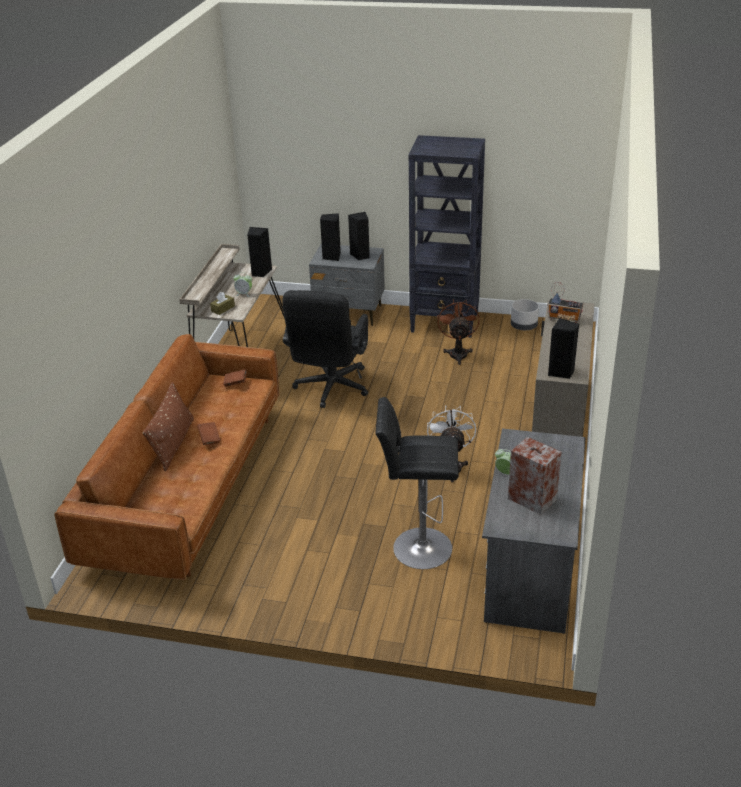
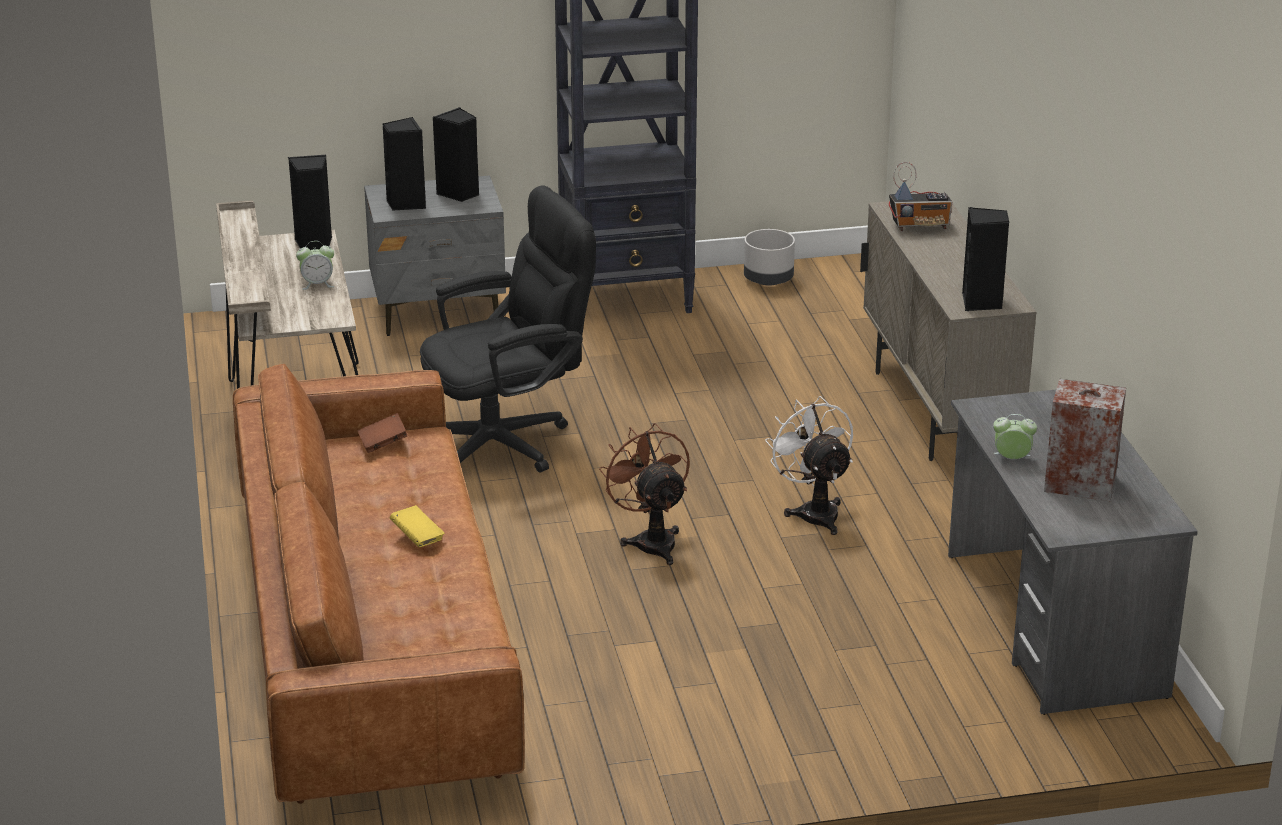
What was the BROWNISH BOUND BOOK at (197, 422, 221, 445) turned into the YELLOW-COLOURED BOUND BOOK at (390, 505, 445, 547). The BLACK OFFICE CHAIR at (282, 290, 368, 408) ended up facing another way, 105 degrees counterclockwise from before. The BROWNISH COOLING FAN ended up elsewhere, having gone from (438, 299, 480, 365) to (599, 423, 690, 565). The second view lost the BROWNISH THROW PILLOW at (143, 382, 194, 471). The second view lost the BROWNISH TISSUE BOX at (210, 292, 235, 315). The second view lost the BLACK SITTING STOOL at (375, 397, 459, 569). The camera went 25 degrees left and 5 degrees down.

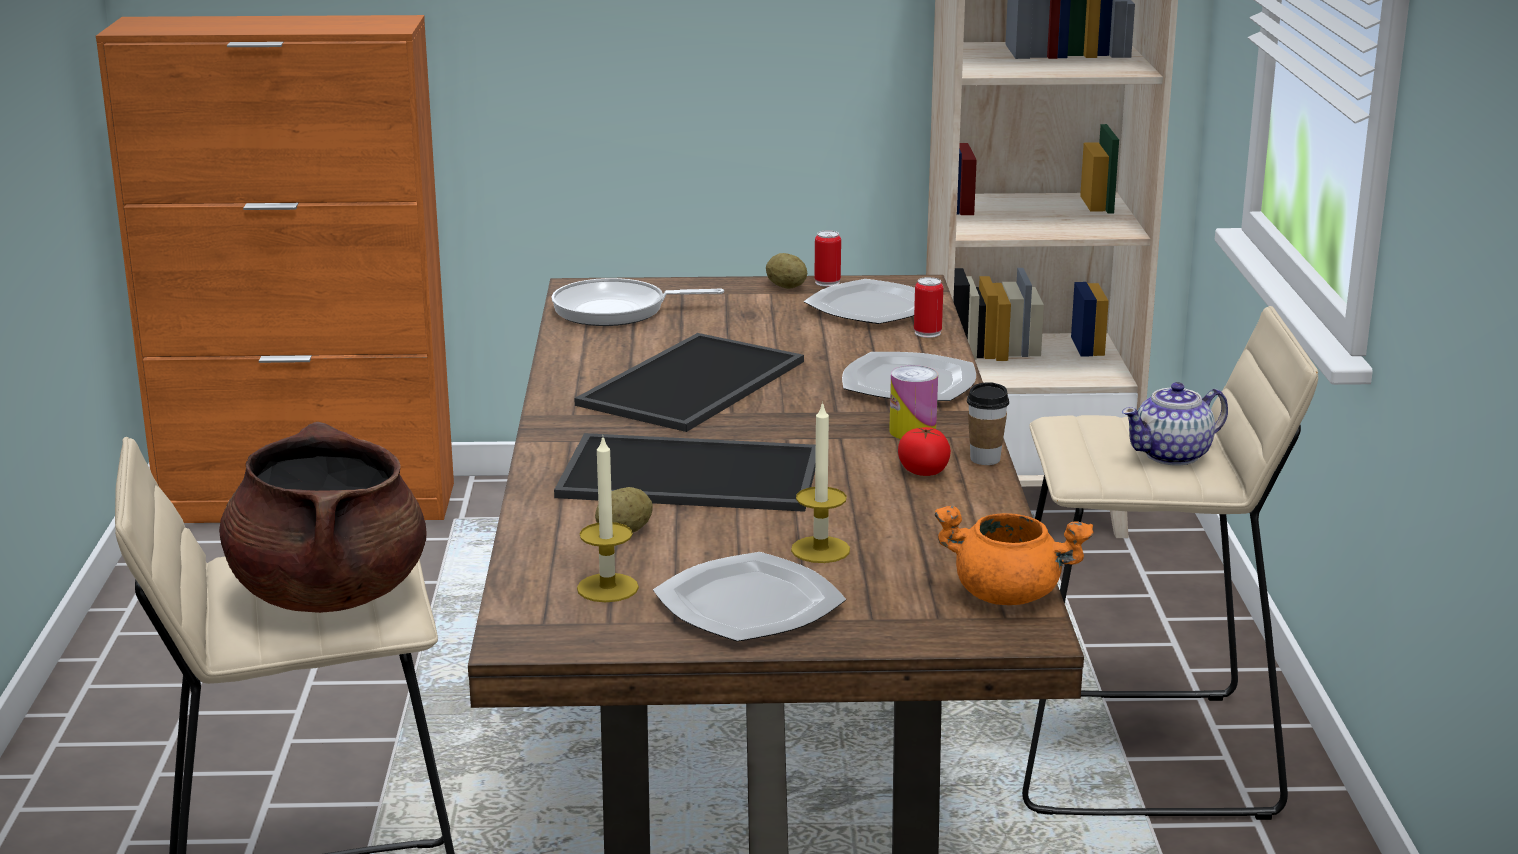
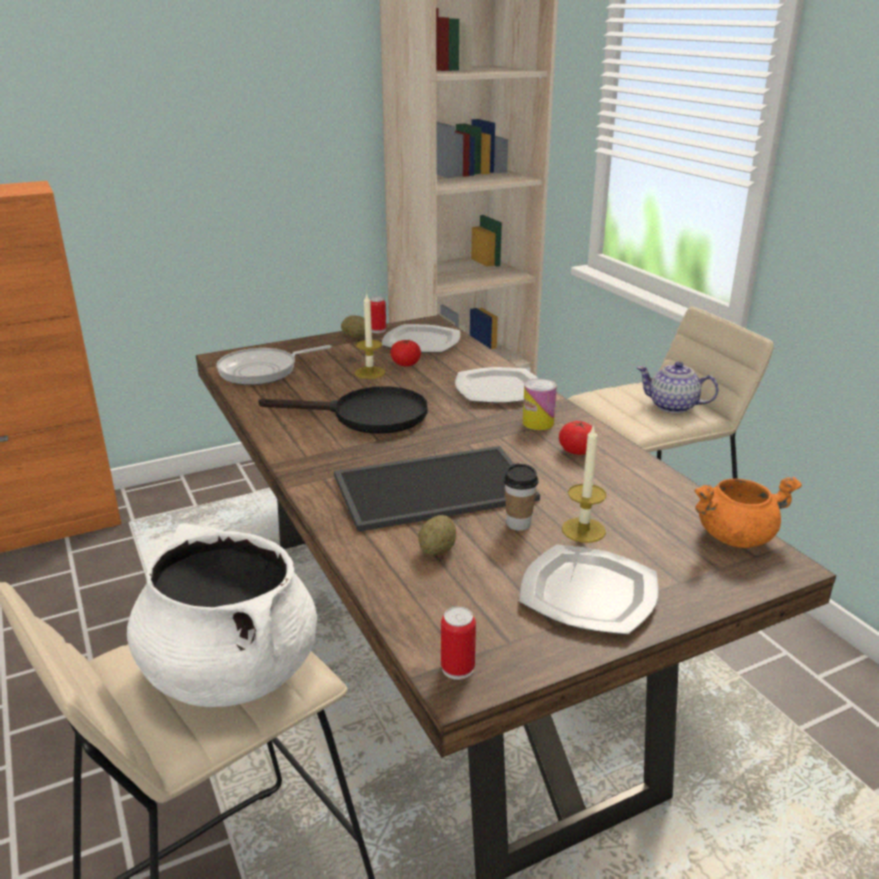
What was the BROWNISH STOCKPOT at (219, 422, 427, 613) turned into the WHITE STOCKPOT at (127, 523, 317, 707). Where the SERVING TRAY stood at (574, 333, 804, 432), the BLACK SKILLET came to stand at (258, 386, 428, 434). The CANDLE ended up elsewhere, having gone from (577, 434, 639, 602) to (355, 294, 385, 379). The second view gained the TOMATO at (390, 339, 421, 366). The SEALED CAN ended up elsewhere, having gone from (914, 277, 943, 338) to (441, 607, 476, 680). The SMALL CUP ended up elsewhere, having gone from (967, 382, 1009, 465) to (504, 463, 539, 531). The TEA POT at (1122, 382, 1228, 465) ended up facing another way, 75 degrees clockwise from before. The camera went 25 degrees left and 5 degrees up.

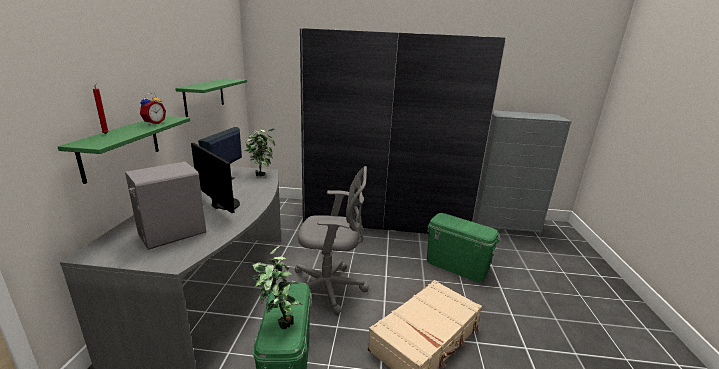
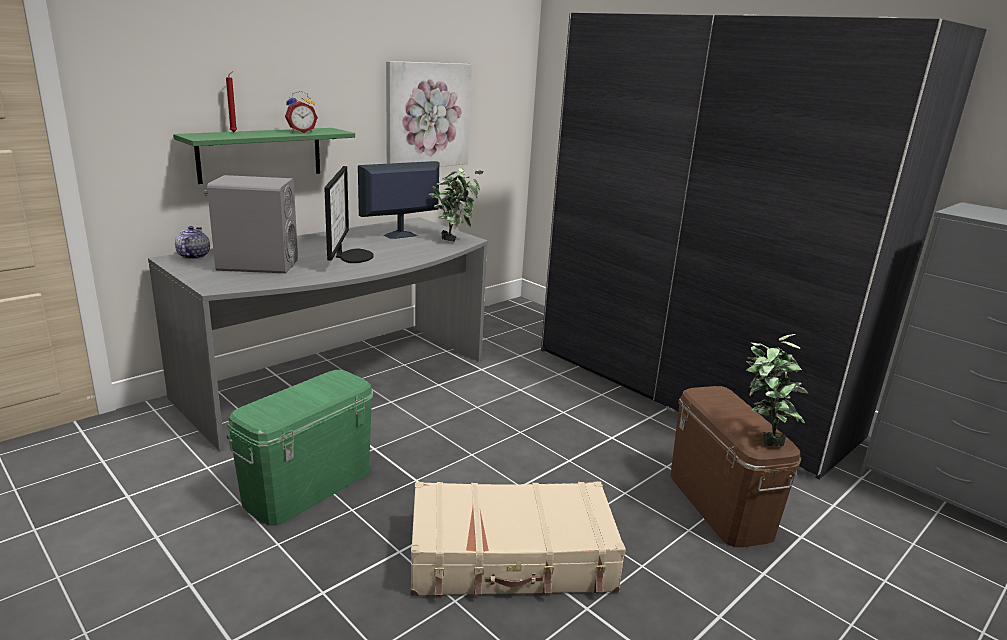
The second view gained the TEA POT at (175, 226, 210, 259). Where the GREEN WALL SHELF hung at (175, 78, 247, 117), the WALL PICTURE came to hang at (386, 61, 472, 167). What was the GREEN STORAGE BOX at (427, 213, 500, 282) turned into the BROWNISH STORAGE BOX at (670, 386, 801, 547). The PLANT IN A POT ended up elsewhere, having gone from (251, 246, 302, 329) to (746, 334, 808, 447). The second view lost the GREY OFFICE CHAIR at (295, 166, 369, 315). The camera went 40 degrees right and 0 degrees up.

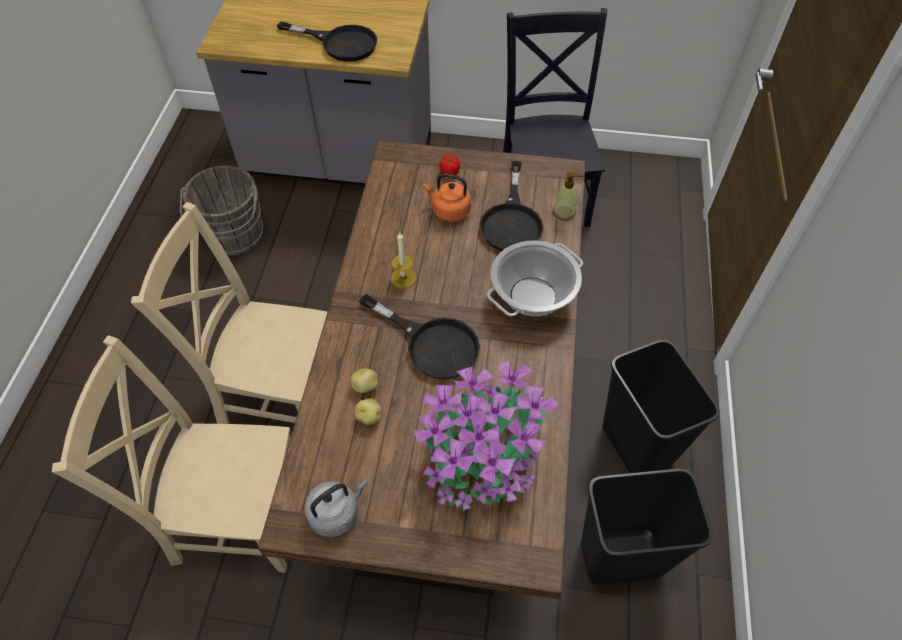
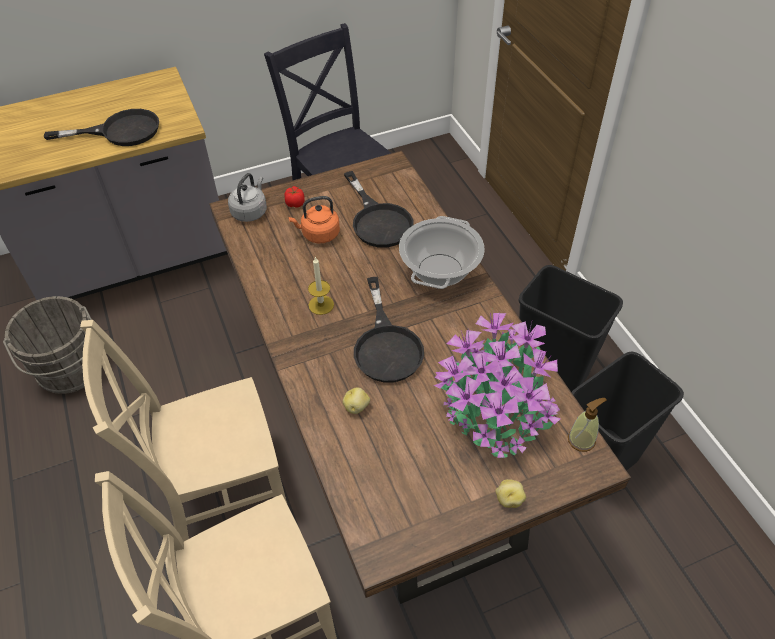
The GREY TEA KETTLE ended up elsewhere, having gone from (304, 480, 368, 537) to (228, 173, 267, 222). The BLACK SKILLET at (359, 294, 480, 379) ended up facing another way, 75 degrees clockwise from before. The WHOLE POTATO ended up elsewhere, having gone from (355, 398, 382, 425) to (495, 479, 526, 508). The SOAP DISPENSER ended up elsewhere, having gone from (553, 172, 584, 221) to (568, 398, 607, 452). The camera went 30 degrees left and 5 degrees down.

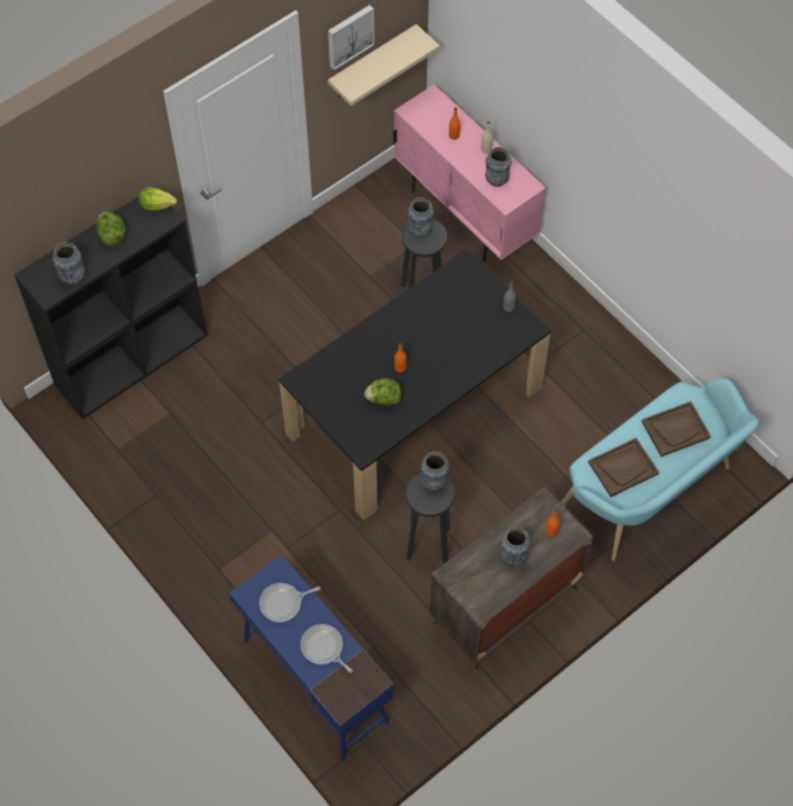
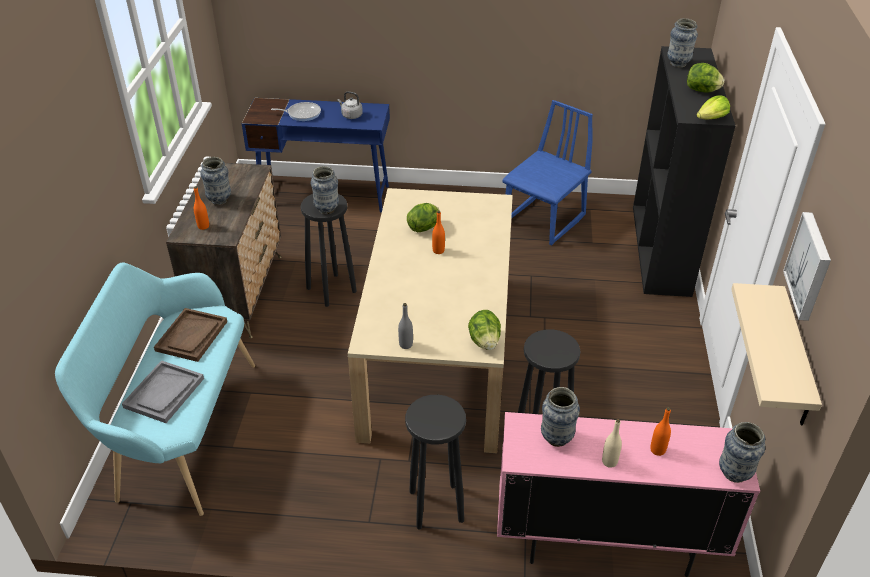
What was the BROWNISH SERVING TRAY at (642, 401, 711, 457) turned into the GREY SERVING TRAY at (122, 360, 204, 423). Where the SKILLET stood at (259, 583, 320, 622), the GREY TEA KETTLE came to stand at (337, 91, 363, 119). What was the BLACK DINNER TABLE at (279, 249, 551, 521) turned into the BEIGE DINNER TABLE at (348, 188, 513, 453). The second view gained the BLACK SITTING STOOL at (405, 395, 466, 529). The second view gained the HEAD OF LETTUCE at (468, 310, 501, 350). The second view gained the BLUISH PLAIN CHAIR at (502, 100, 593, 246). The FLOWER VASE ended up elsewhere, having gone from (408, 197, 434, 237) to (719, 422, 765, 483). The camera went 135 degrees right and 20 degrees down.

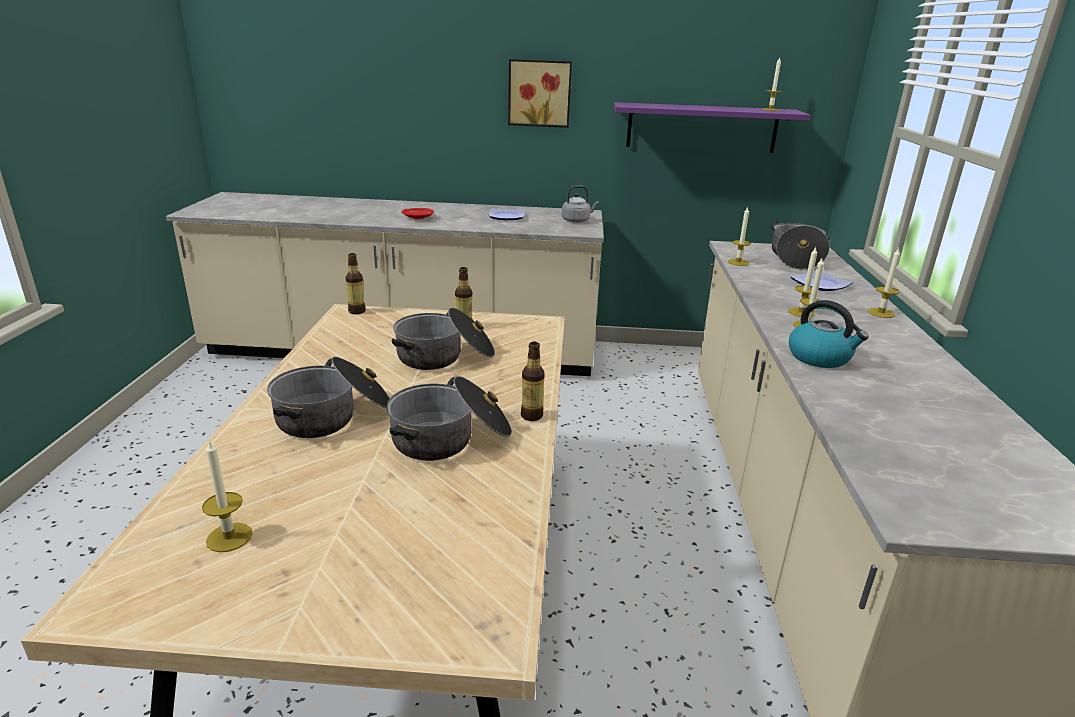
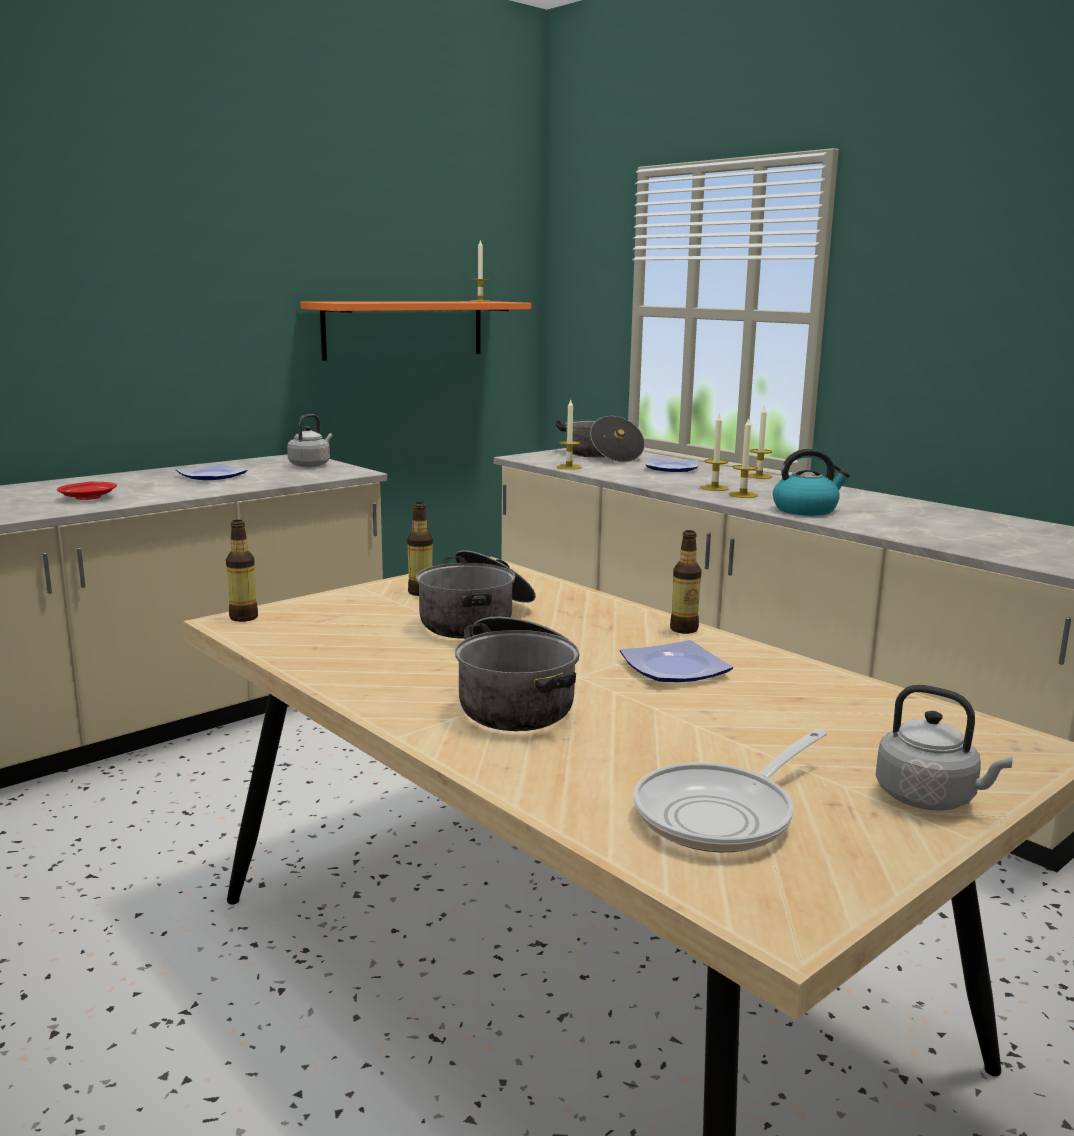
What was the PURPLE-COLOURED WALL SHELF at (614, 102, 810, 153) turned into the ORANGEY WALL SHELF at (300, 301, 531, 361). Where the STOCKPOT stood at (387, 376, 512, 461), the FLAT DISH came to stand at (620, 640, 733, 682). Where the CANDLE stood at (202, 439, 253, 552), the SKILLET came to stand at (633, 729, 827, 852). The second view gained the GREY TEA KETTLE at (876, 685, 1013, 811). The second view lost the WALL PICTURE at (508, 59, 572, 128). The camera went 45 degrees left and 10 degrees down.

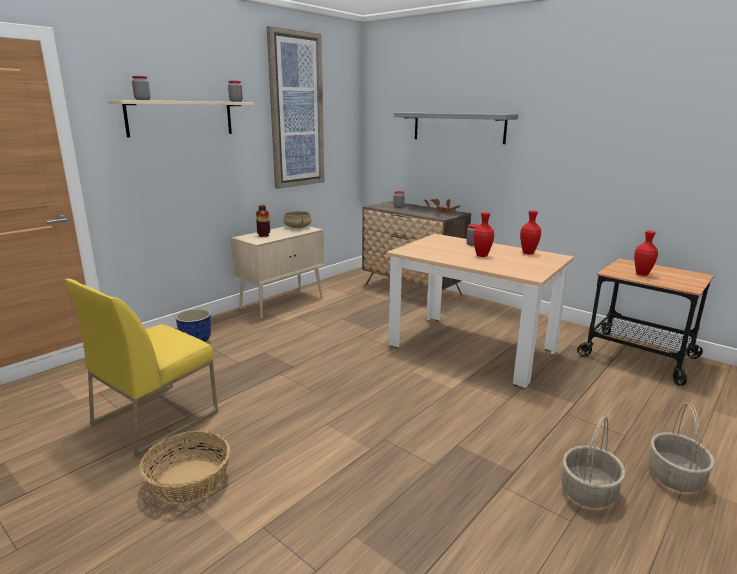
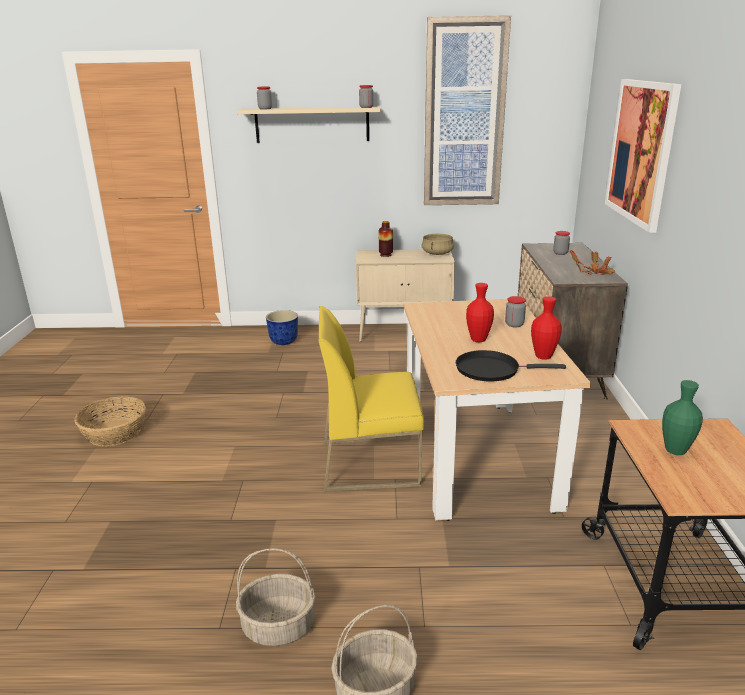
The YELLOW-COLOURED PLAIN CHAIR ended up elsewhere, having gone from (64, 279, 218, 457) to (319, 306, 424, 492). The second view gained the BLACK SKILLET at (456, 350, 566, 381). Where the GREY WALL SHELF hung at (394, 113, 518, 144), the WALL PICTURE came to hang at (605, 79, 681, 233). What was the REDDISH FLOWER VASE at (634, 231, 658, 276) turned into the GREEN FLOWER VASE at (662, 380, 703, 455). The camera went 50 degrees right and 5 degrees up.

